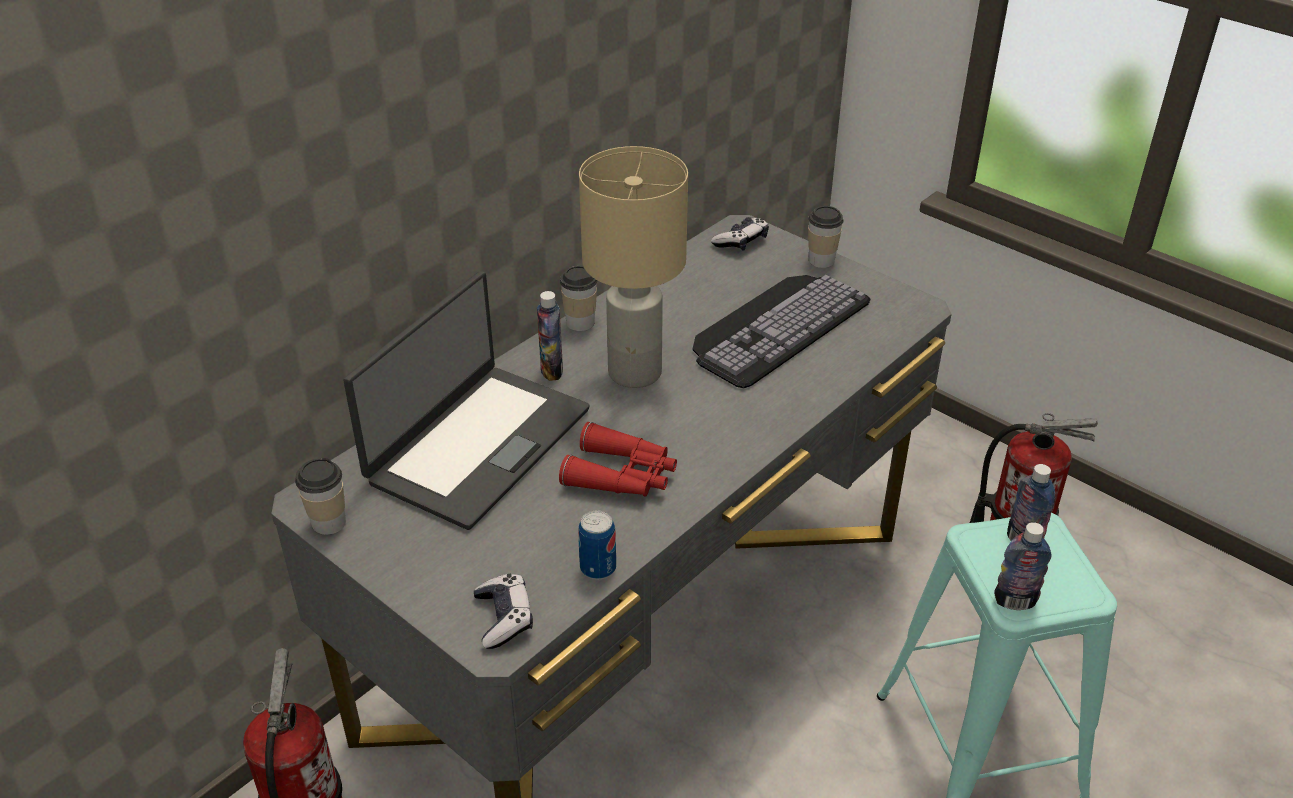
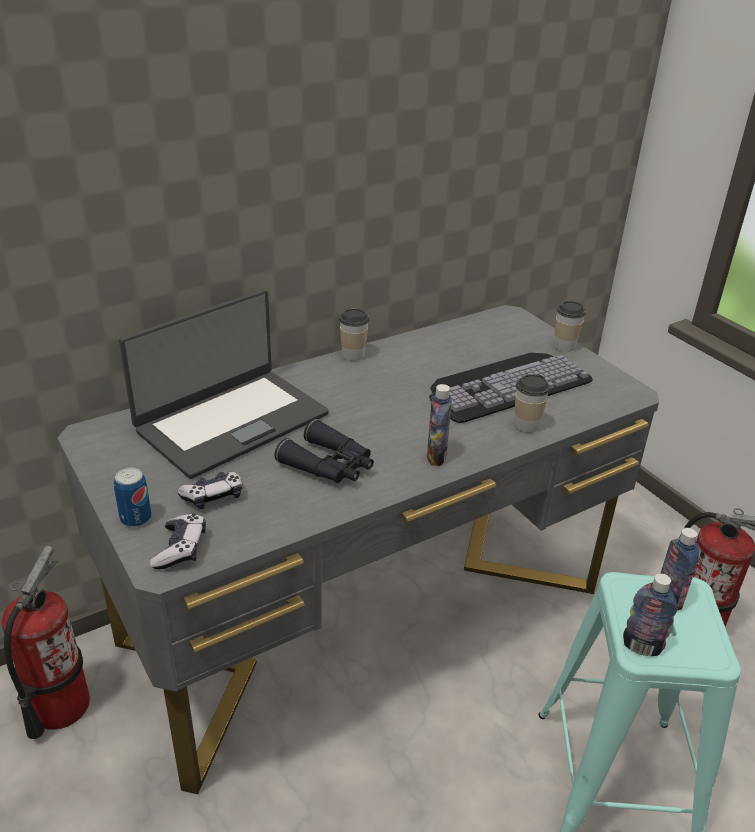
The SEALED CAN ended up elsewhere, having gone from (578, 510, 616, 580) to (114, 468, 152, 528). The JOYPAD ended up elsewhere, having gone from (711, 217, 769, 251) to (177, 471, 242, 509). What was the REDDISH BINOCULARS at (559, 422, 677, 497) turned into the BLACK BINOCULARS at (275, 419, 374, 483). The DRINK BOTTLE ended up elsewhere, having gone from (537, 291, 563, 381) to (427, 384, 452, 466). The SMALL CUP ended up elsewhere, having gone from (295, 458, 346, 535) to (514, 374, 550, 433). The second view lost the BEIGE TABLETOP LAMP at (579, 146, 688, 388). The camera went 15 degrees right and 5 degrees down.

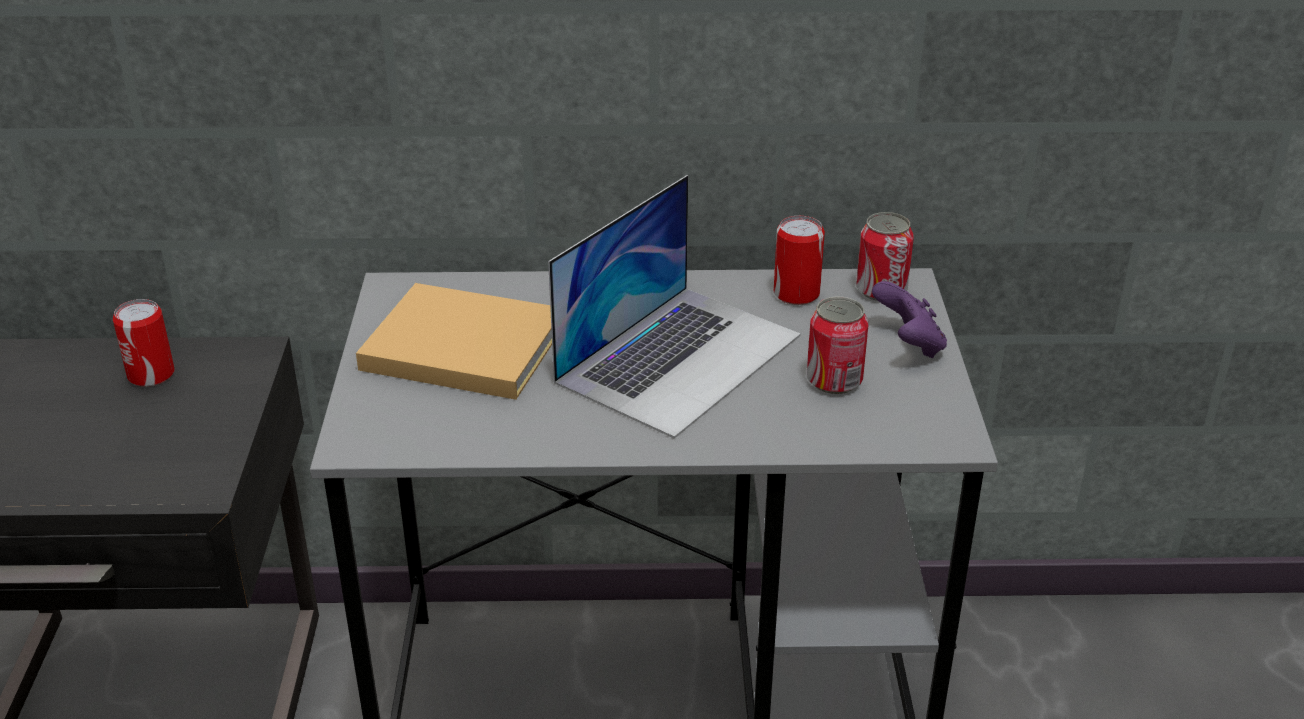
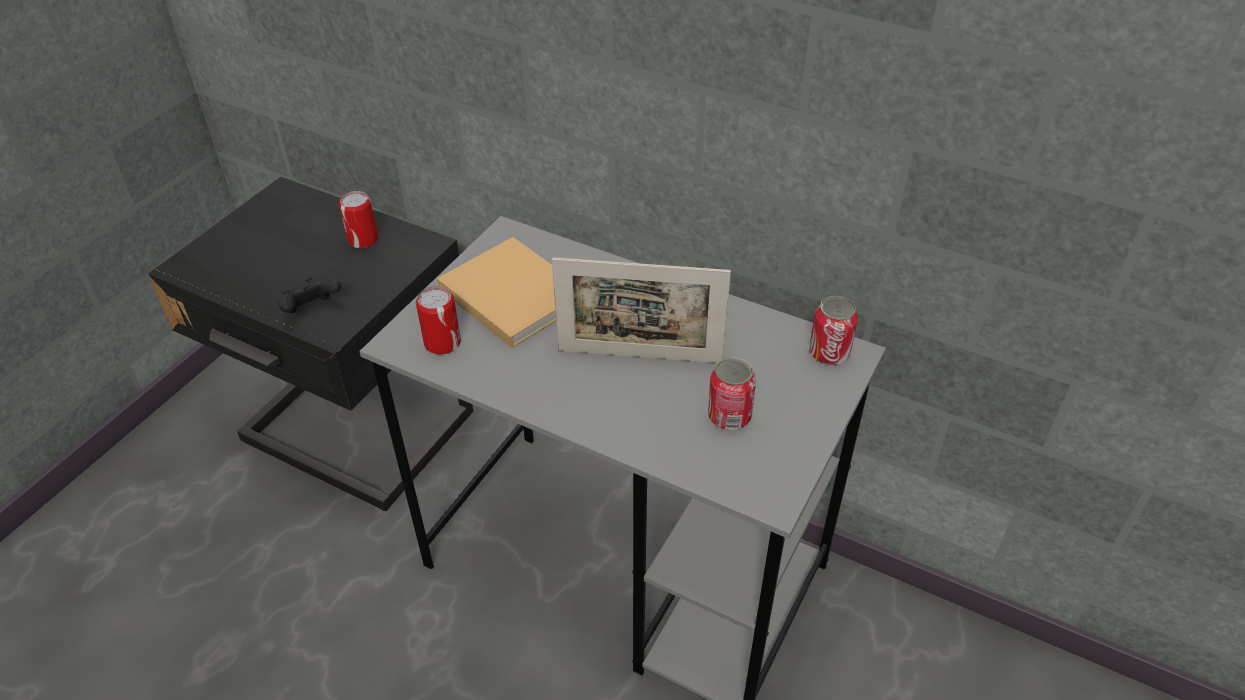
The second view gained the BLACK JOYPAD at (278, 277, 342, 313). The SEALED CAN ended up elsewhere, having gone from (774, 216, 825, 305) to (416, 286, 461, 355). Where the LAPTOP stood at (548, 175, 801, 439), the PHOTO FRAME came to stand at (552, 257, 731, 363). The second view lost the PURPLE-COLOURED JOYPAD at (872, 281, 947, 358). The camera went 30 degrees right and 10 degrees up.

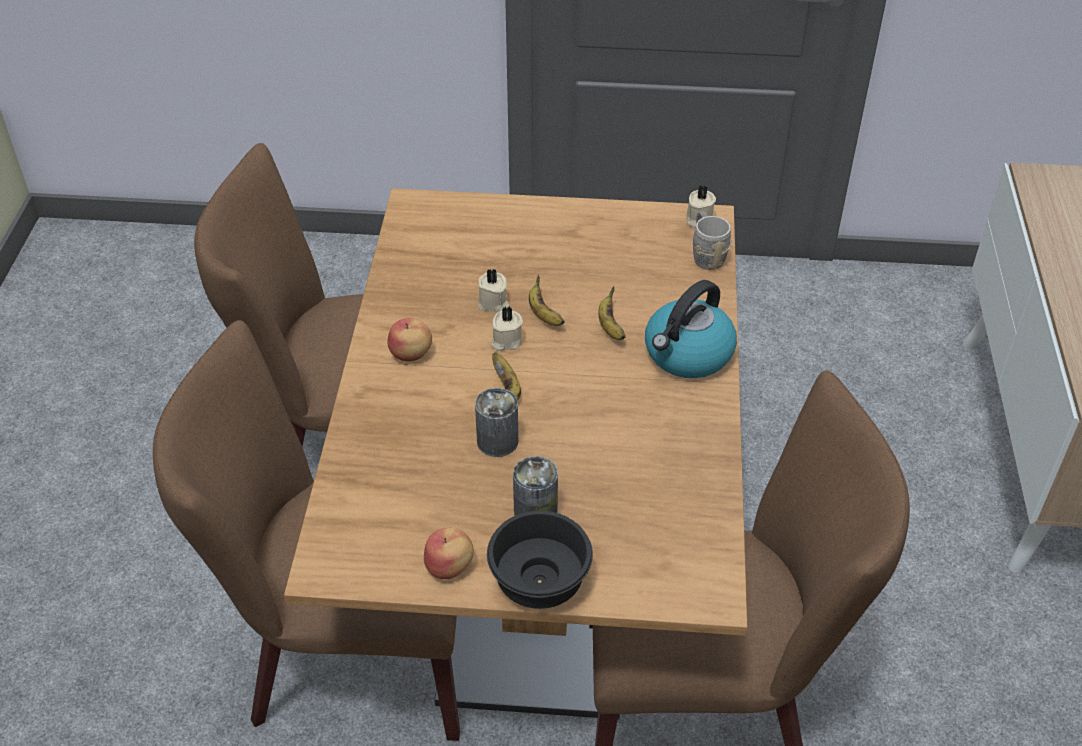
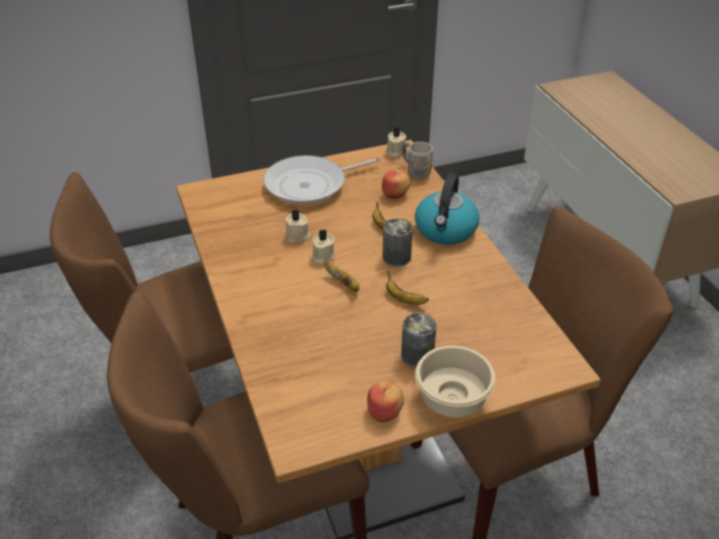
The second view gained the SKILLET at (263, 155, 381, 205). The APPLE ended up elsewhere, having gone from (387, 318, 432, 362) to (382, 169, 411, 199). The SEALED CAN ended up elsewhere, having gone from (475, 388, 518, 457) to (383, 218, 413, 266). The WHOLE BANANA ended up elsewhere, having gone from (529, 275, 565, 326) to (386, 271, 429, 305). What was the BLACK DEEP DISH at (487, 511, 593, 609) turned into the BEIGE DEEP DISH at (415, 346, 496, 417). The camera went 25 degrees left and 5 degrees down.

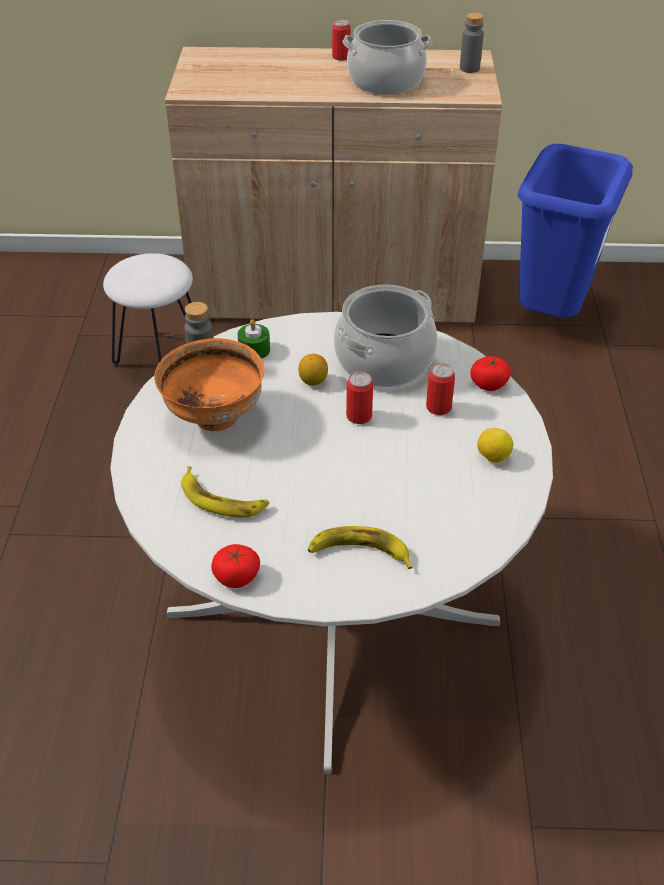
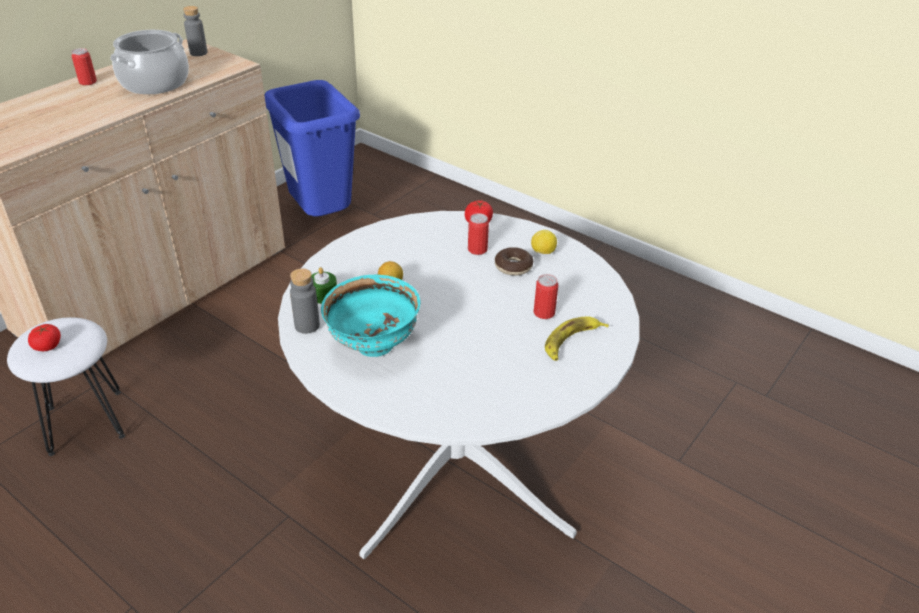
The TOMATO ended up elsewhere, having gone from (211, 544, 260, 588) to (28, 324, 61, 351). What was the ORANGEY DEEP DISH at (154, 338, 264, 431) turned into the TURQUOISE DEEP DISH at (321, 275, 420, 357). The second view gained the DOUGHNUT at (495, 247, 533, 276). The SEALED CAN ended up elsewhere, having gone from (346, 372, 373, 424) to (534, 274, 559, 319). The second view lost the WHOLE BANANA at (181, 466, 270, 517). The second view lost the STOCKPOT at (334, 285, 438, 387). The camera went 55 degrees left and 5 degrees down.

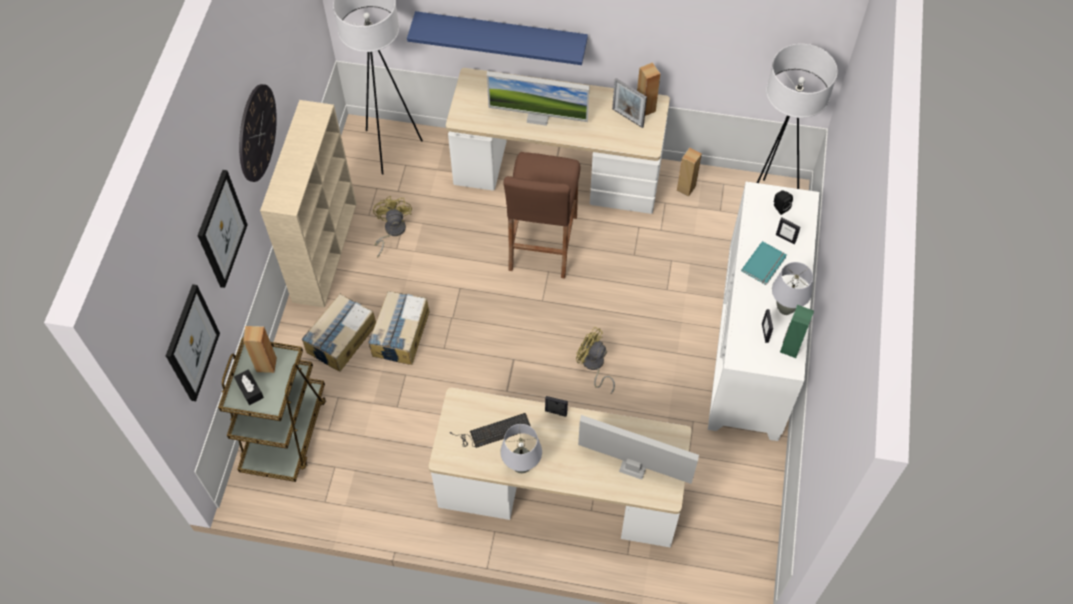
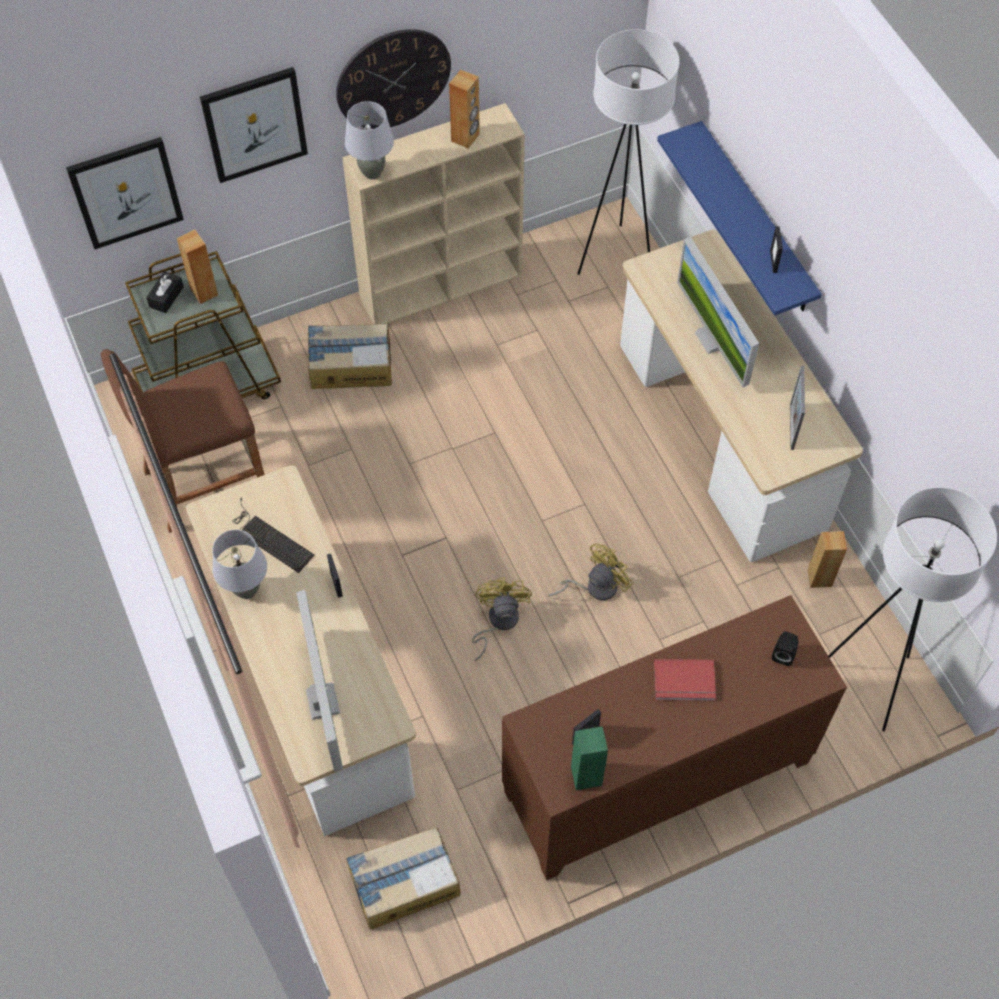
The BROWNISH SITTING STOOL ended up elsewhere, having gone from (504, 152, 580, 279) to (100, 349, 265, 533). The GREY TABLETOP LAMP ended up elsewhere, having gone from (772, 262, 813, 315) to (345, 101, 394, 179). The CARTON ended up elsewhere, having gone from (368, 291, 430, 365) to (346, 827, 460, 930). The BROWNISH SPEAKER ended up elsewhere, having gone from (637, 62, 660, 116) to (449, 70, 480, 149). What was the WHITE CUPBOARD at (708, 182, 819, 441) turned into the BROWNISH CUPBOARD at (502, 595, 847, 880). The YELLOW-COLOURED COOLING FAN ended up elsewhere, having gone from (373, 196, 412, 257) to (548, 543, 633, 601). What was the TURQUOISE BOUND BOOK at (741, 241, 787, 285) turned into the REDDISH BOUND BOOK at (654, 659, 716, 701). The PHOTO FRAME ended up elsewhere, having gone from (776, 218, 800, 244) to (770, 226, 783, 273). The camera went 55 degrees right and 0 degrees up.

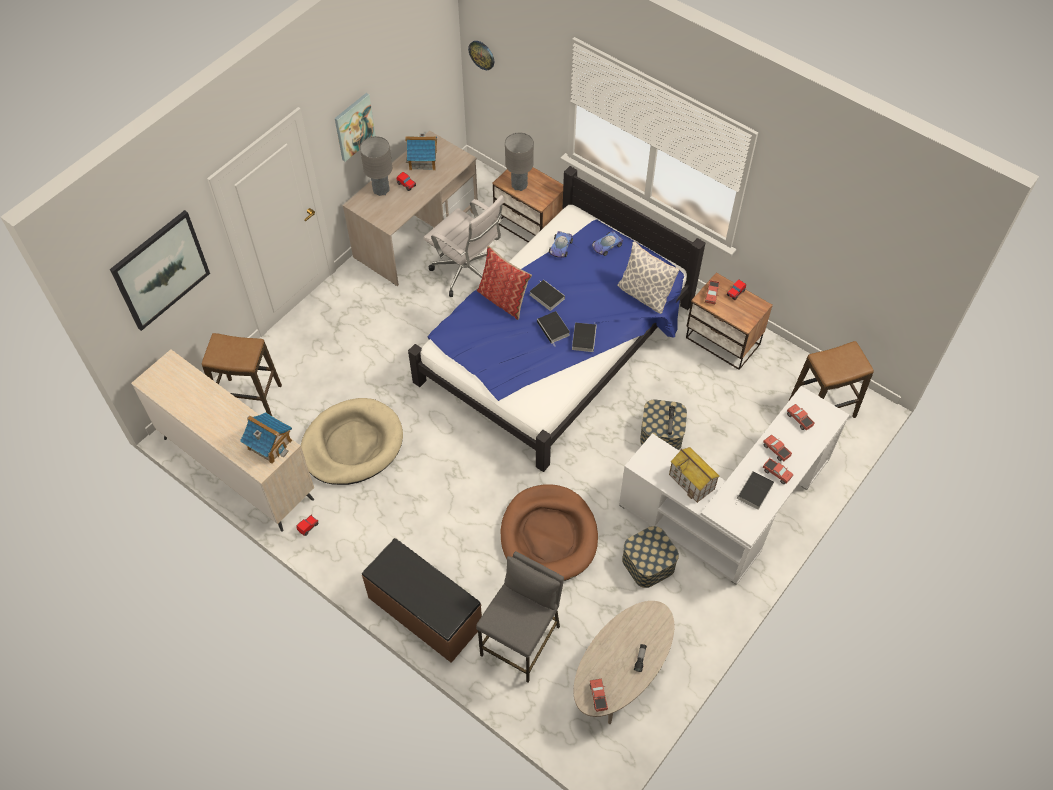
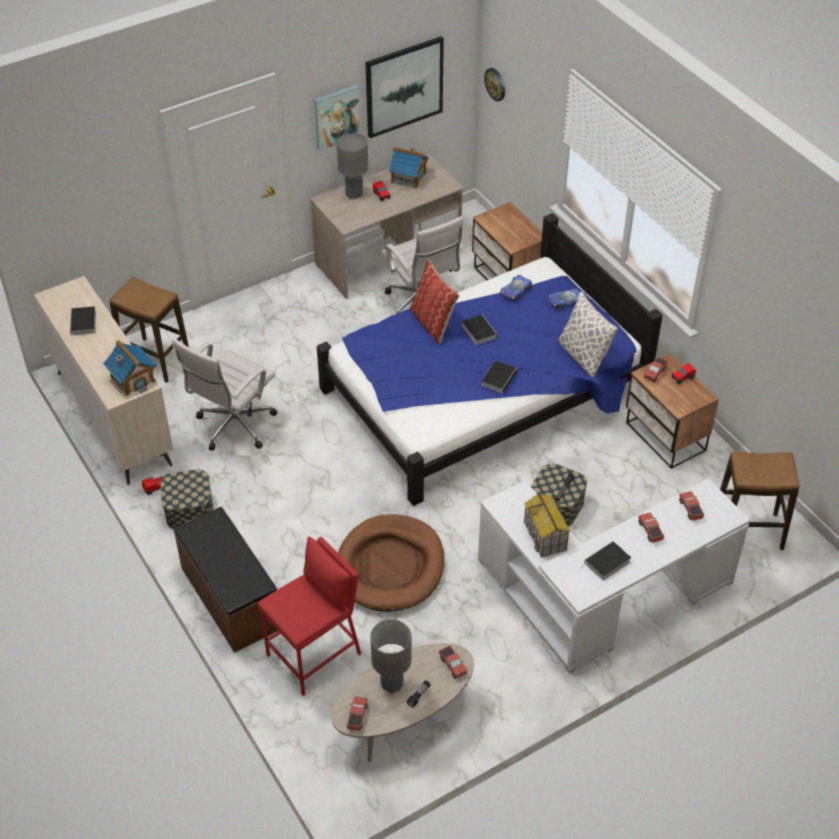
The BOUND BOOK ended up elsewhere, having gone from (537, 311, 570, 347) to (70, 306, 96, 340). The STORAGE BOX ended up elsewhere, having gone from (622, 526, 679, 588) to (160, 469, 213, 529). Where the BEIGE PET BED stood at (301, 398, 403, 485), the WHITE OFFICE CHAIR came to stand at (172, 339, 278, 451). What was the GREY SITTING STOOL at (476, 551, 564, 683) turned into the REDDISH SITTING STOOL at (258, 536, 361, 696). The WALL PICTURE ended up elsewhere, having gone from (110, 210, 210, 331) to (366, 36, 444, 138). The GREY TABLETOP LAMP ended up elsewhere, having gone from (505, 133, 534, 191) to (370, 619, 411, 693). The TOY TRUCK ended up elsewhere, having gone from (763, 458, 794, 484) to (439, 646, 467, 679). The camera went 20 degrees right and 10 degrees down.

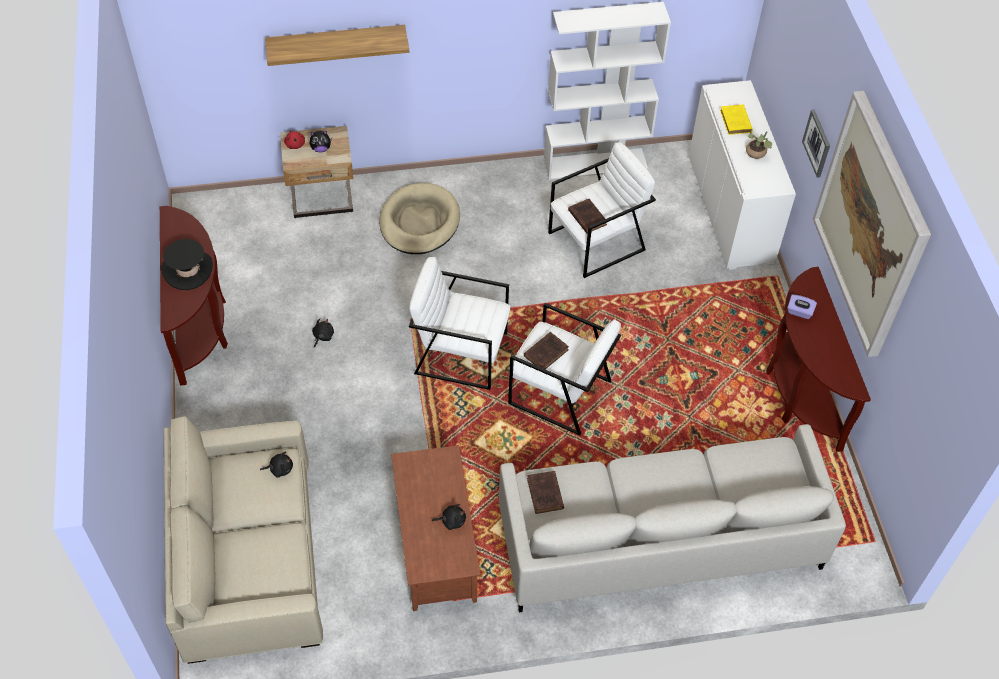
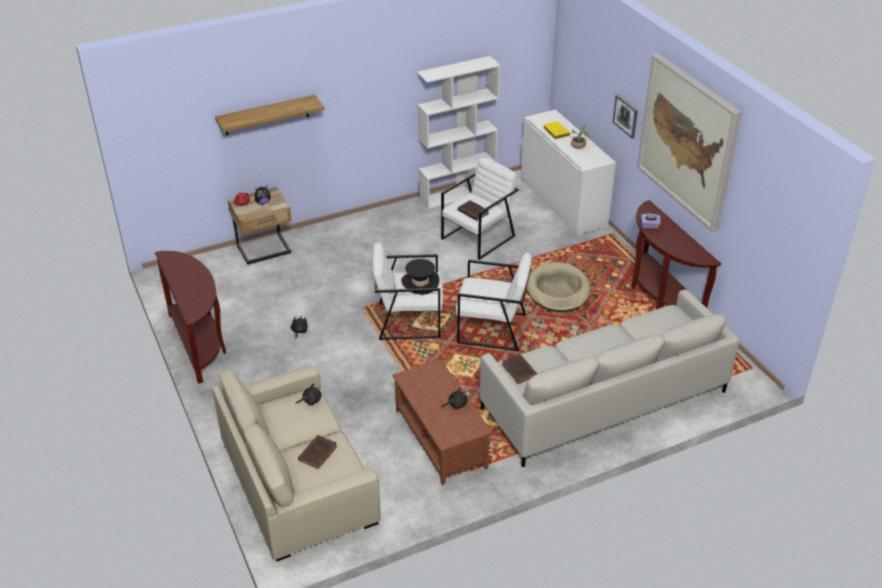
The BROWNISH BOUND BOOK ended up elsewhere, having gone from (524, 332, 569, 369) to (298, 435, 337, 469). The BLACK HAT ended up elsewhere, having gone from (161, 239, 213, 290) to (401, 259, 439, 295). The BEIGE PET BED ended up elsewhere, having gone from (380, 183, 460, 254) to (527, 262, 591, 312). The camera went 15 degrees left and 15 degrees down.

